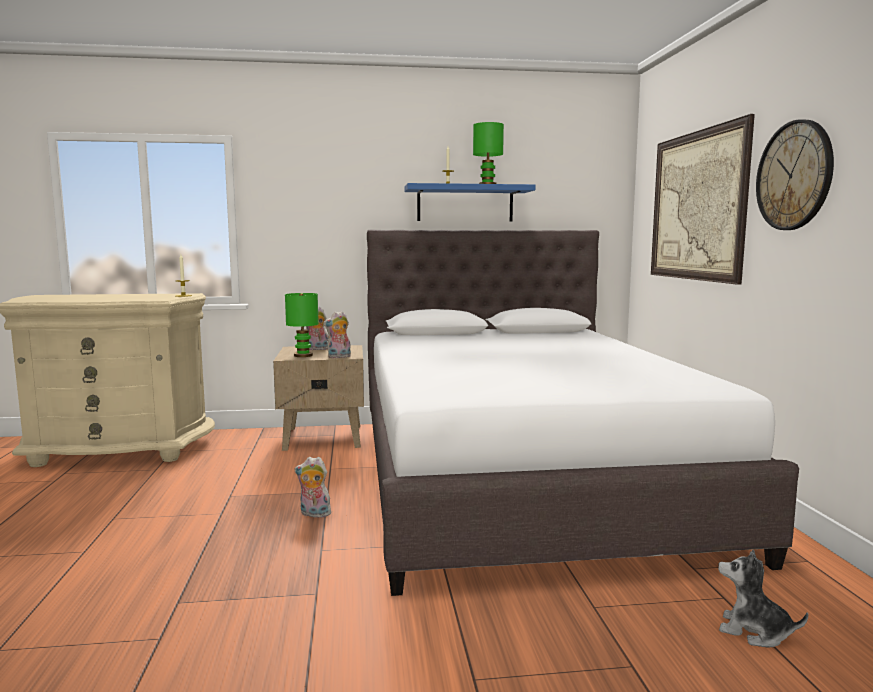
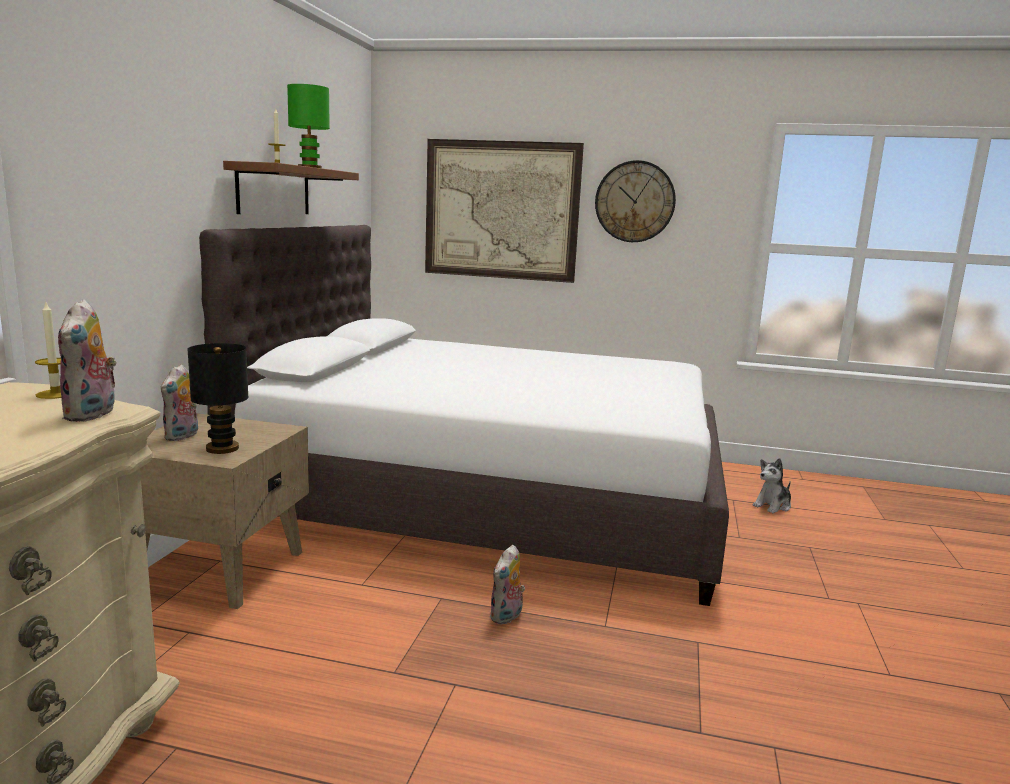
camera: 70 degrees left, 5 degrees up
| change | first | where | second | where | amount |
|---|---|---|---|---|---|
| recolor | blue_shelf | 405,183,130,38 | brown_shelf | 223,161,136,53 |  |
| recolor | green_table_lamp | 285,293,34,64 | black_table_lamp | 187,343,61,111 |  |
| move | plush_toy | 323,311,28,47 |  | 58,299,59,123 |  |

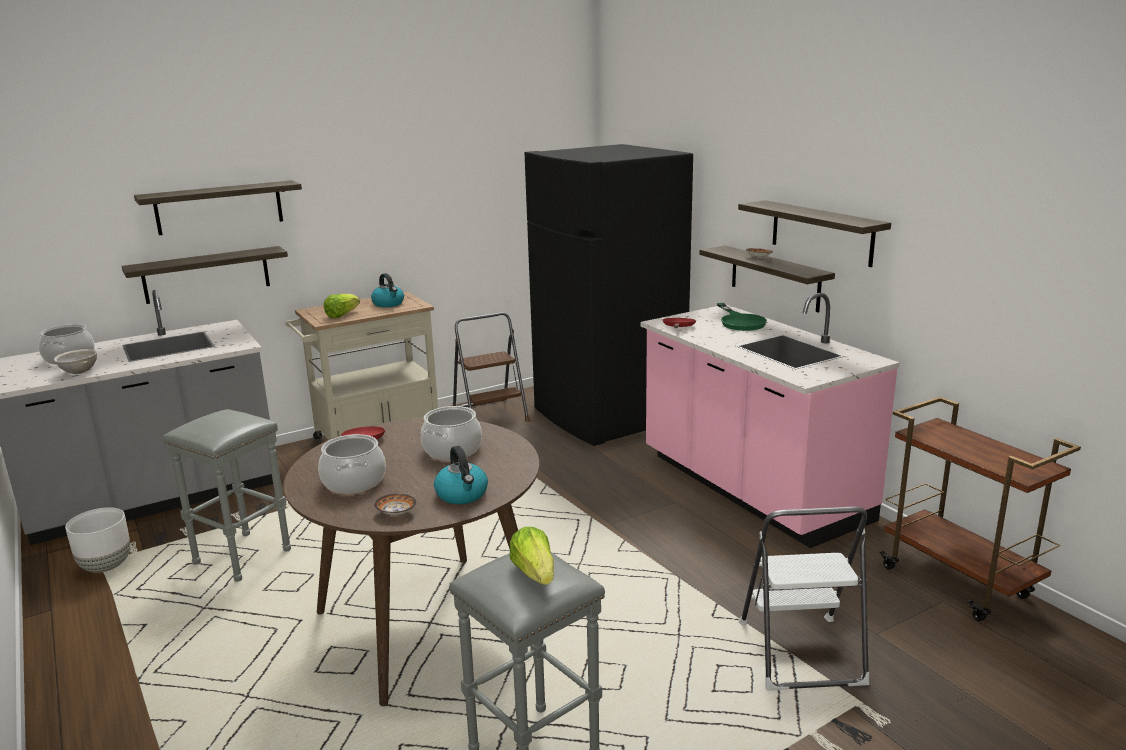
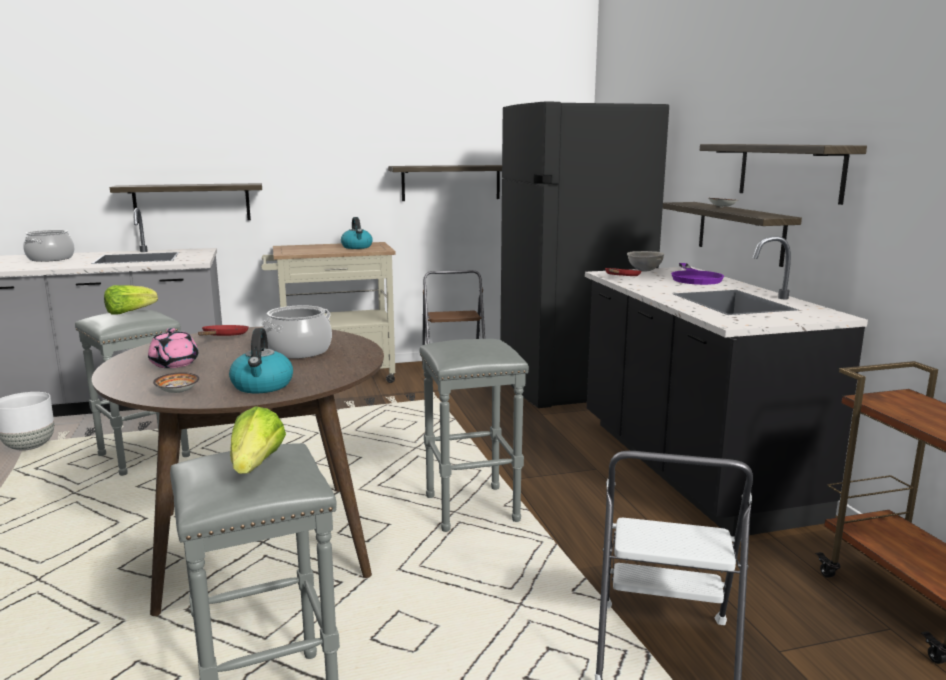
camera: 15 degrees right, 5 degrees down
| change | first | where | second | where | amount |
|---|---|---|---|---|---|
| move | shelf | 134,180,168,55 |  | 388,165,114,36 |  |
| recolor | pink_counter | 640,293,260,255 | black_counter | 585,236,283,301 |  |
| move | lettuce | 324,294,36,24 |  | 104,285,54,30 |  |
| recolor | green_frying_pan | 717,303,50,28 | purple_frying_pan | 671,263,53,22 |  |
| move | grey_bowl | 54,349,43,25 |  | 627,251,37,21 |  |
| replace | cooking_pot | 318,434,68,60 | pink_teapot | 148,328,50,40 |  |
| insert |  |  | grey_stool | 419,339,110,193 |  |

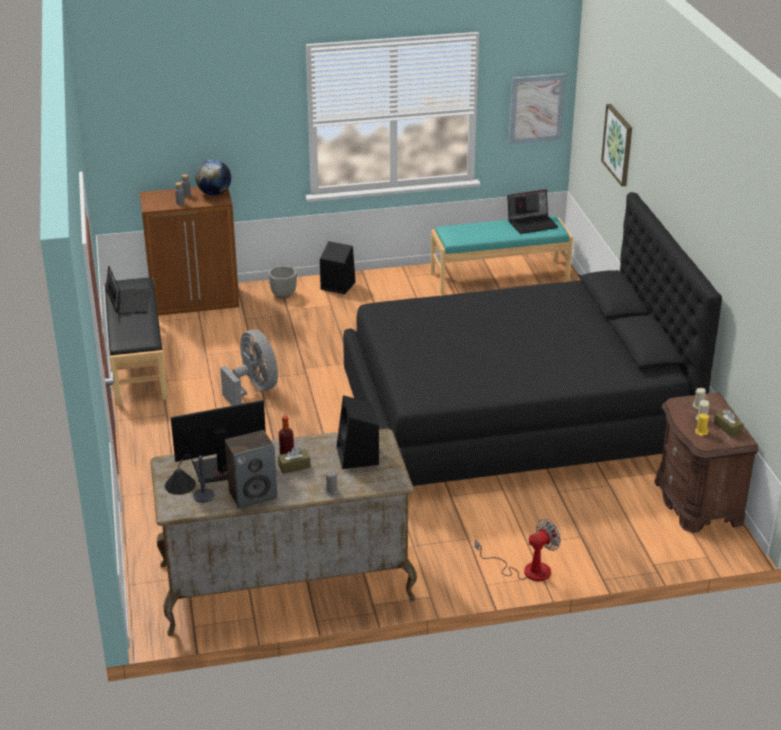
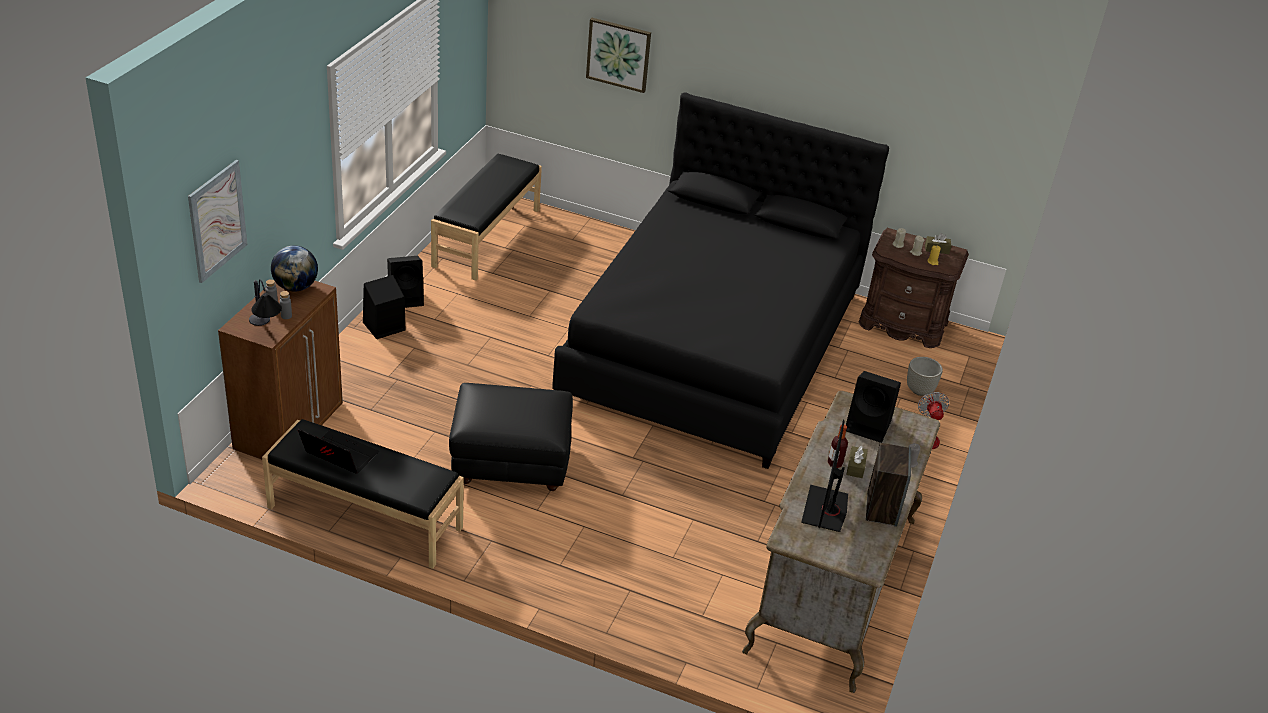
camera: 60 degrees left, 5 degrees up
| change | first | where | second | where | amount |
|---|---|---|---|---|---|
| move | picture | 509,74,57,70 |  | 188,160,60,123 |  |
| delete | laptop | 507,189,52,45 |  |  |  |
| recolor | turquoise_bench | 431,216,142,78 | black_bench | 431,154,111,127 |  |
| move | grey_planter | 268,266,29,33 |  | 907,357,36,39 |  |
| replace | grey_fan | 220,329,58,77 | black_ottoman | 449,383,124,108 |  |
| move | table_lamp | 165,454,50,49 |  | 249,279,33,47 |  |
| insert |  |  | black_speaker | 387,256,37,52 |  |

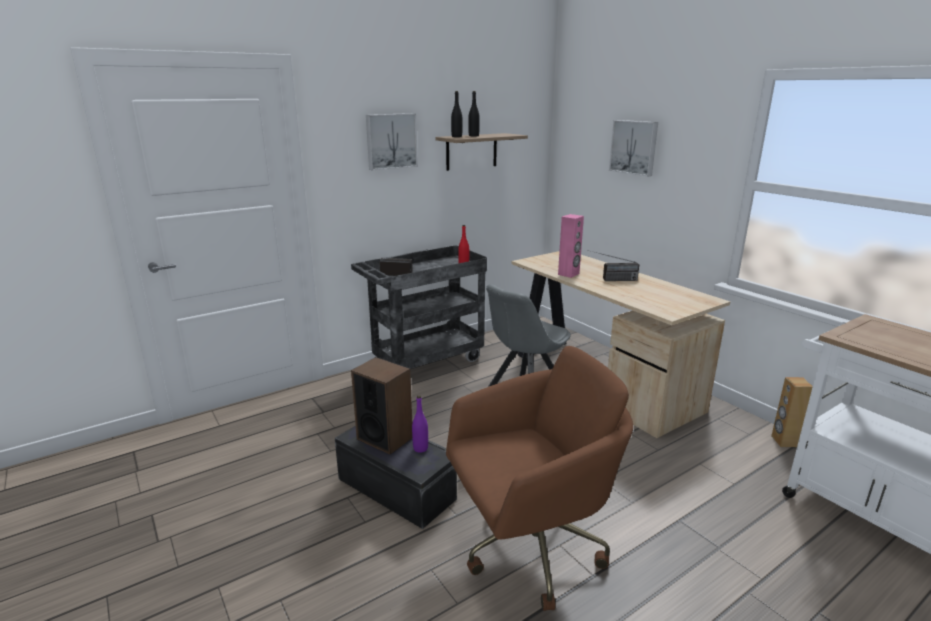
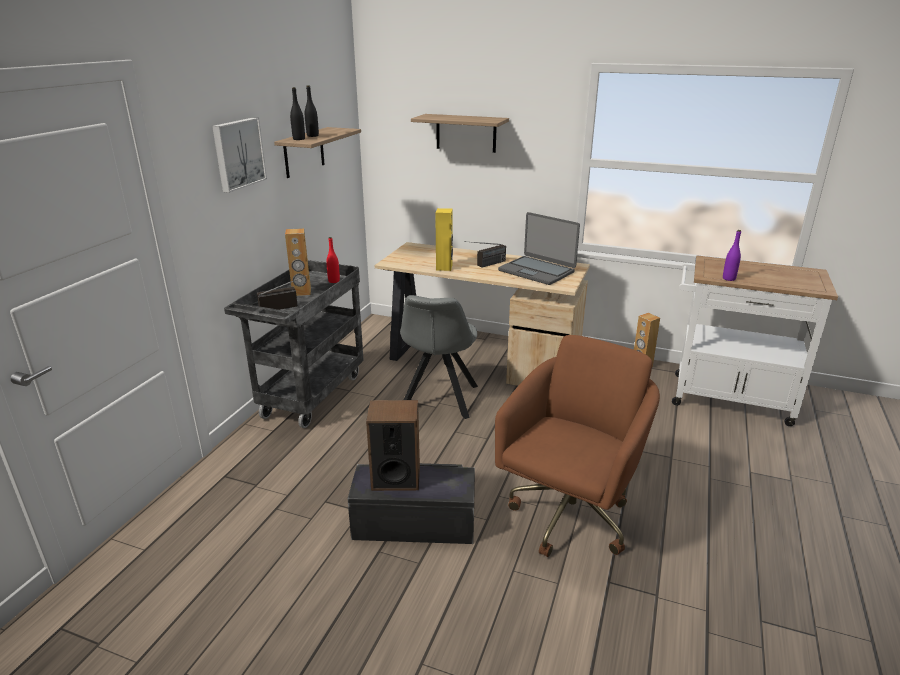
camera: 35 degrees left, 5 degrees up
| change | first | where | second | where | amount |
|---|---|---|---|---|---|
| replace | picture | 609,120,49,56 | shelf | 411,114,98,39 |  |
| recolor | pink_speaker | 558,214,26,64 | yellow_speaker | 435,208,18,63 |  |
| move | purple_bottle | 412,396,16,57 |  | 723,230,18,51 |  |
| insert |  |  | laptop | 498,212,82,73 |  |
| insert |  |  | brown_speaker | 285,228,26,68 |  |

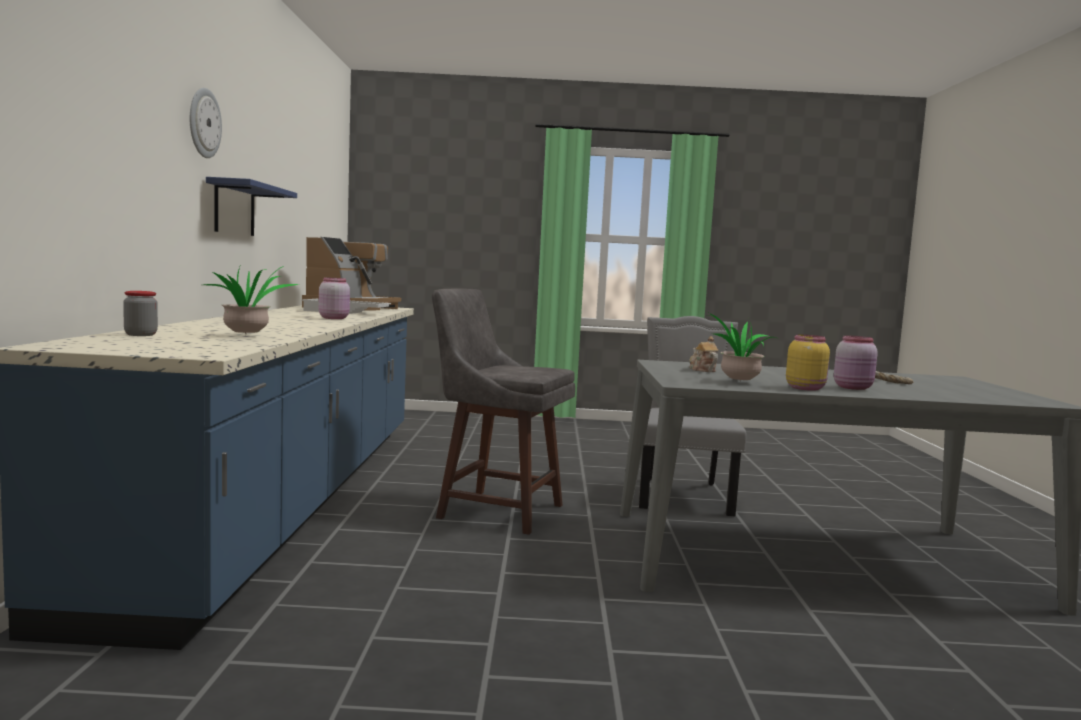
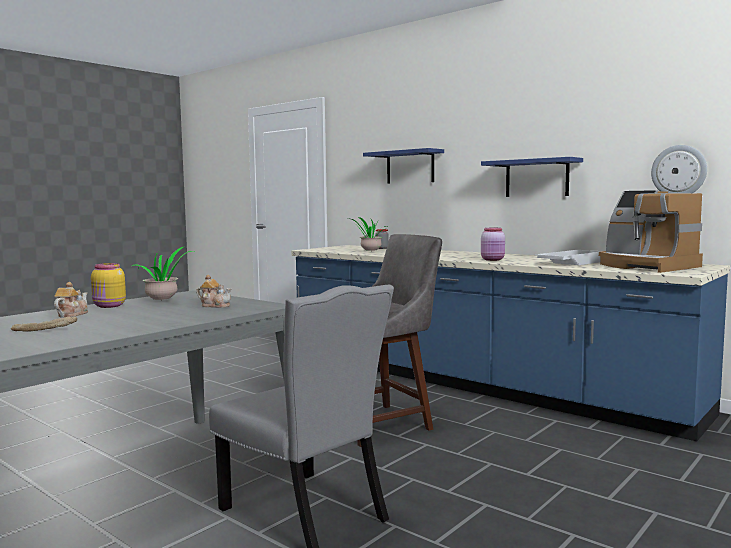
camera: 130 degrees right, 0 degrees up
| change | first | where | second | where | amount |
|---|---|---|---|---|---|
| move | wall_clock | 190,88,32,70 |  | 651,145,56,48 |  |
| replace | pink_jar | 834,335,44,55 | teapot | 54,282,34,36 |  |
| insert |  |  | blue_shelf | 363,148,81,36 |  |

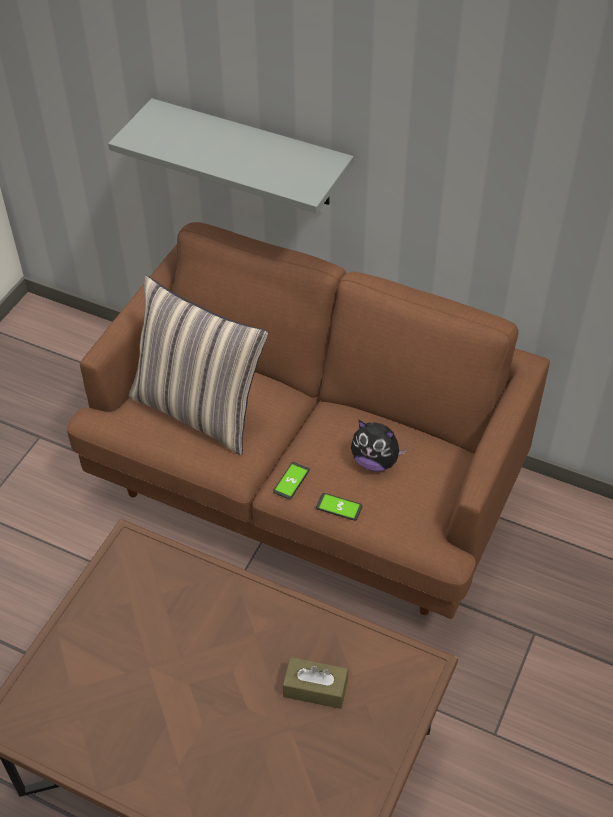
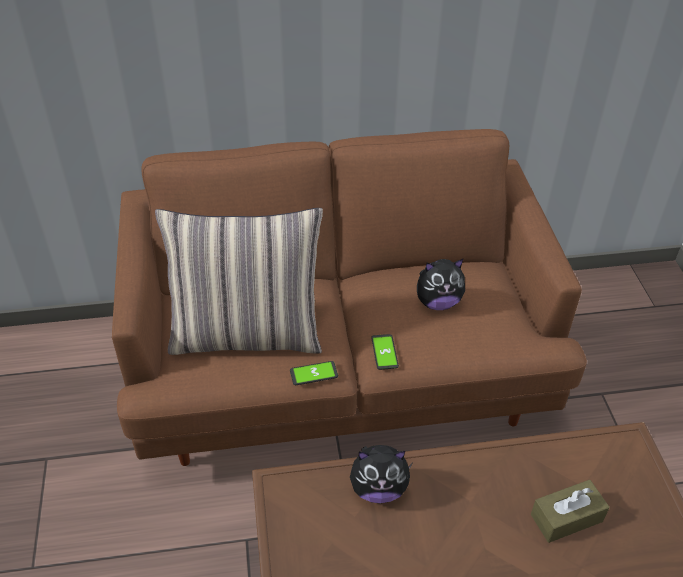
camera: 35 degrees left, 5 degrees down
| change | first | where | second | where | amount |
|---|---|---|---|---|---|
| delete | grey_shelf | 108,98,246,115 |  |  |  |
| move | phone | 316,493,47,28 |  | 290,361,48,24 |  |
| insert |  |  | plush_toy | 350,445,63,58 |  |

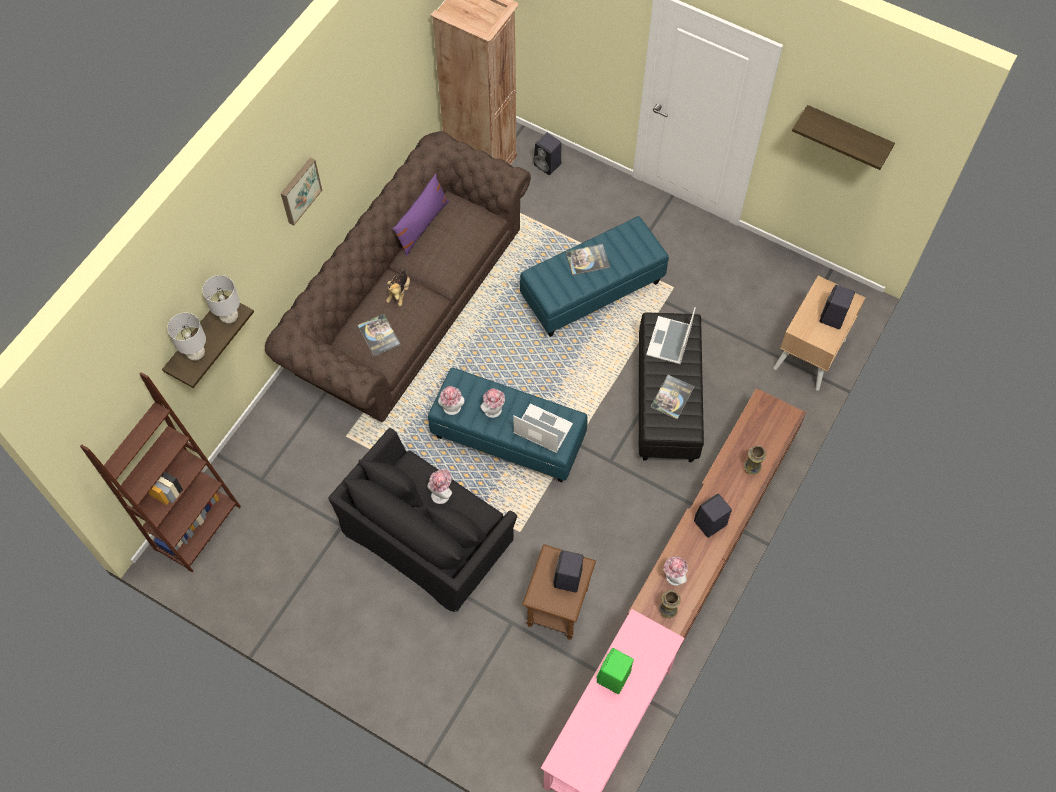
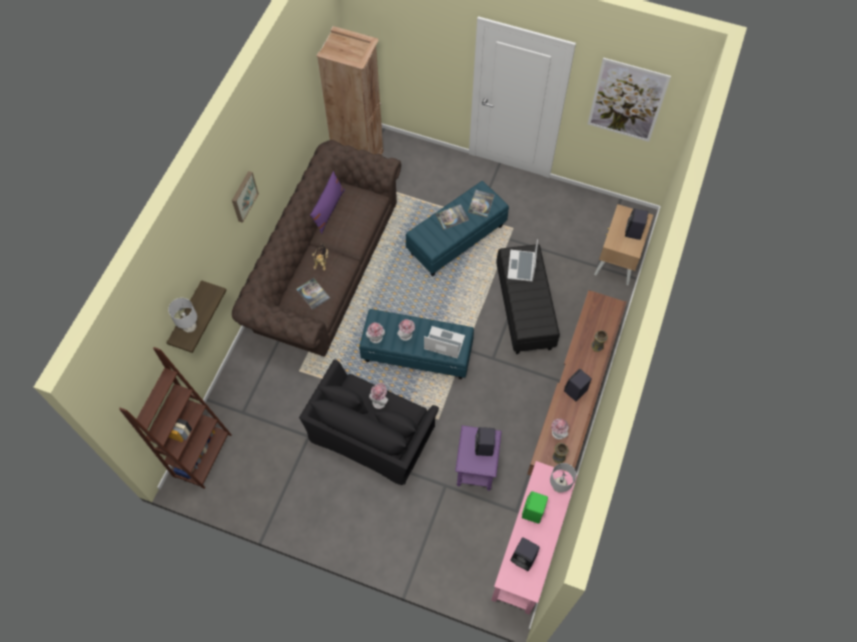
camera: 10 degrees left, 0 degrees up
| change | first | where | second | where | amount |
|---|---|---|---|---|---|
| replace | shelf | 792,105,103,65 | picture | 588,58,83,84 |  |
| move | black_speaker | 533,133,28,42 |  | 510,537,30,34 |  |
| move | grey_table_lamp | 202,275,38,49 |  | 550,463,26,30 |  |
| move | book | 650,375,44,44 |  | 468,190,27,27 |  |
| recolor | brown_side_table | 522,544,74,96 | purple_side_table | 455,425,47,66 |  |

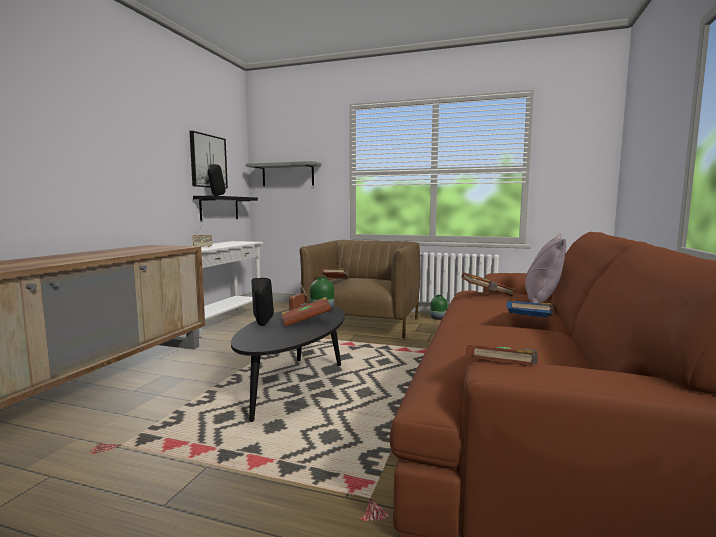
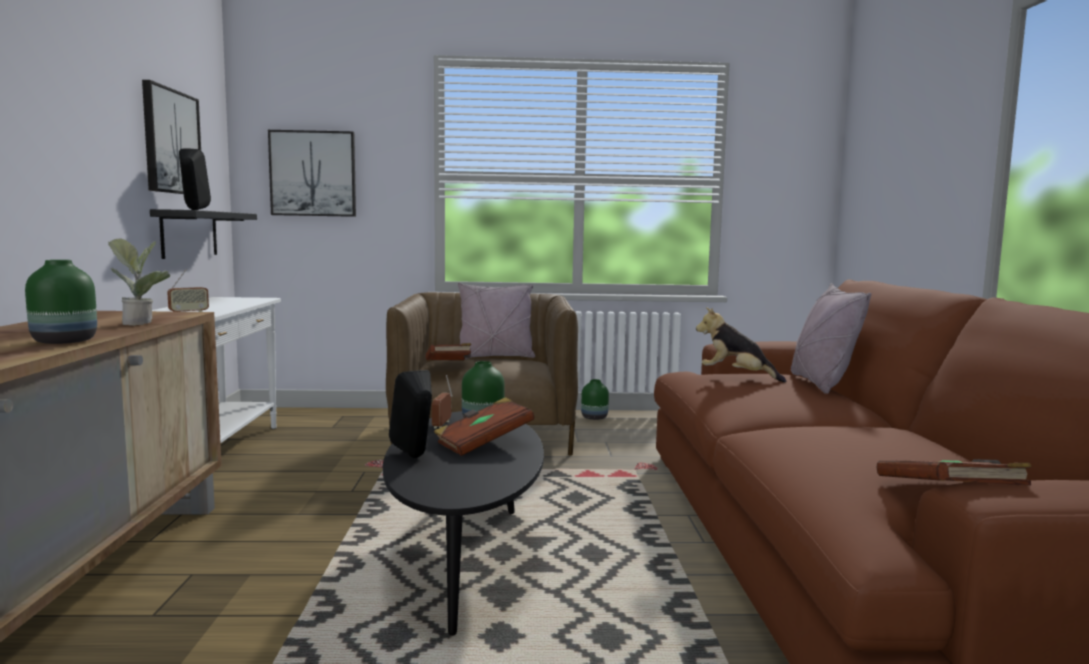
camera: 20 degrees left, 0 degrees up
| change | first | where | second | where | amount |
|---|---|---|---|---|---|
| replace | grey_shelf | 246,161,75,25 | picture | 268,130,88,87 |  |
| replace | brown_book | 461,272,54,24 | plush_toy | 696,307,90,76 |  |
| delete | blue_book | 507,301,47,17 |  |  |  |
| insert |  |  | potted_plant | 108,238,62,88 |  |
| insert |  |  | green_vase | 25,260,72,84 |  |
| insert |  |  | purple_pillow | 458,283,77,76 |  |

